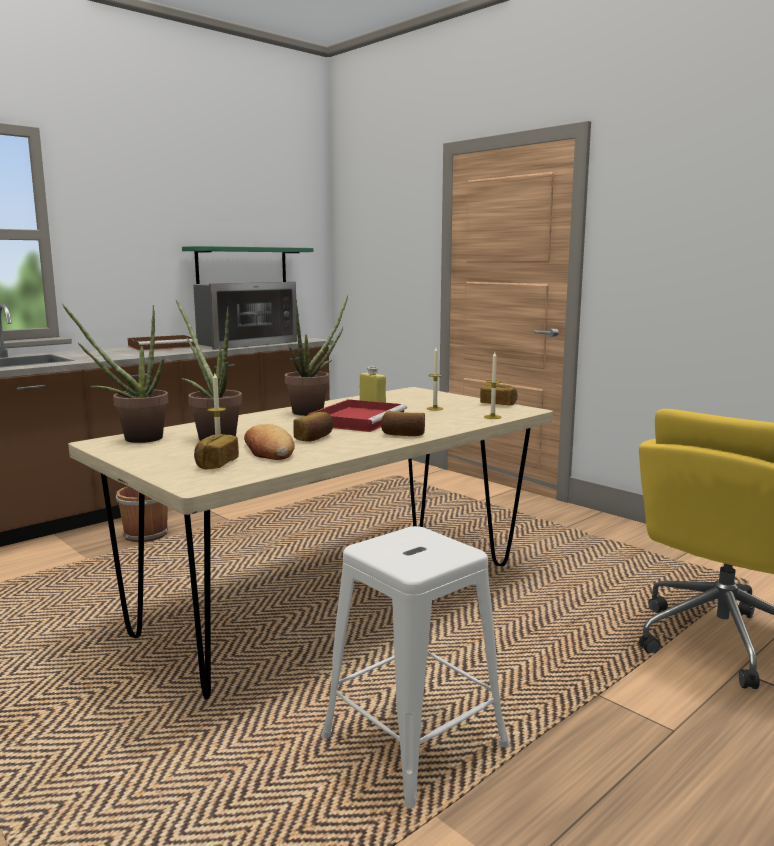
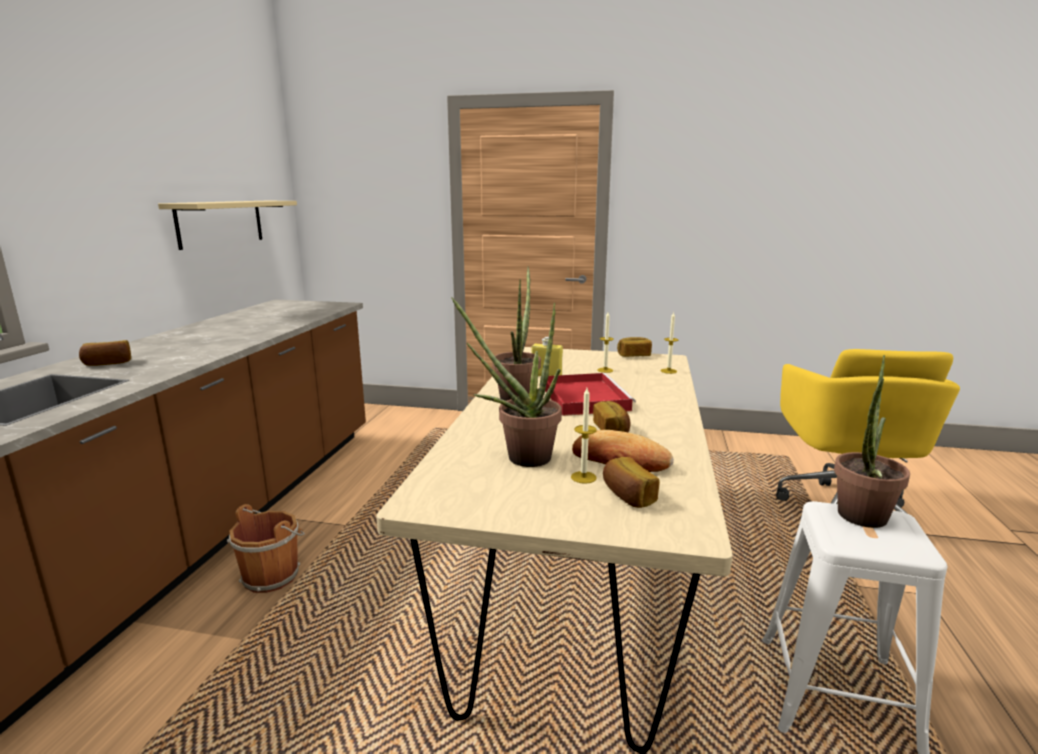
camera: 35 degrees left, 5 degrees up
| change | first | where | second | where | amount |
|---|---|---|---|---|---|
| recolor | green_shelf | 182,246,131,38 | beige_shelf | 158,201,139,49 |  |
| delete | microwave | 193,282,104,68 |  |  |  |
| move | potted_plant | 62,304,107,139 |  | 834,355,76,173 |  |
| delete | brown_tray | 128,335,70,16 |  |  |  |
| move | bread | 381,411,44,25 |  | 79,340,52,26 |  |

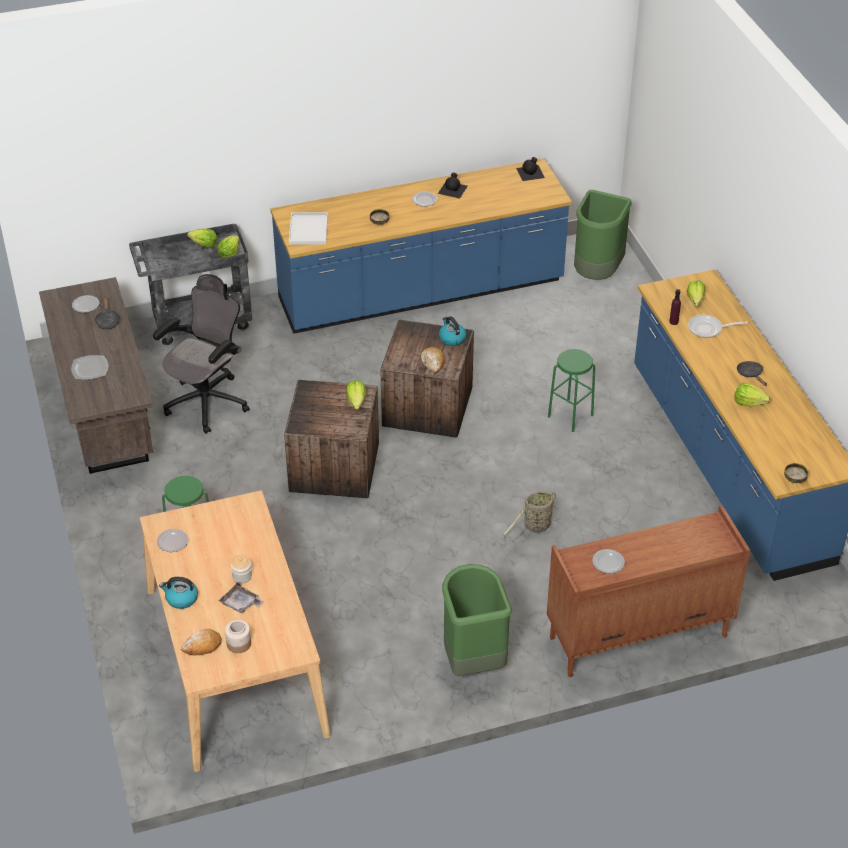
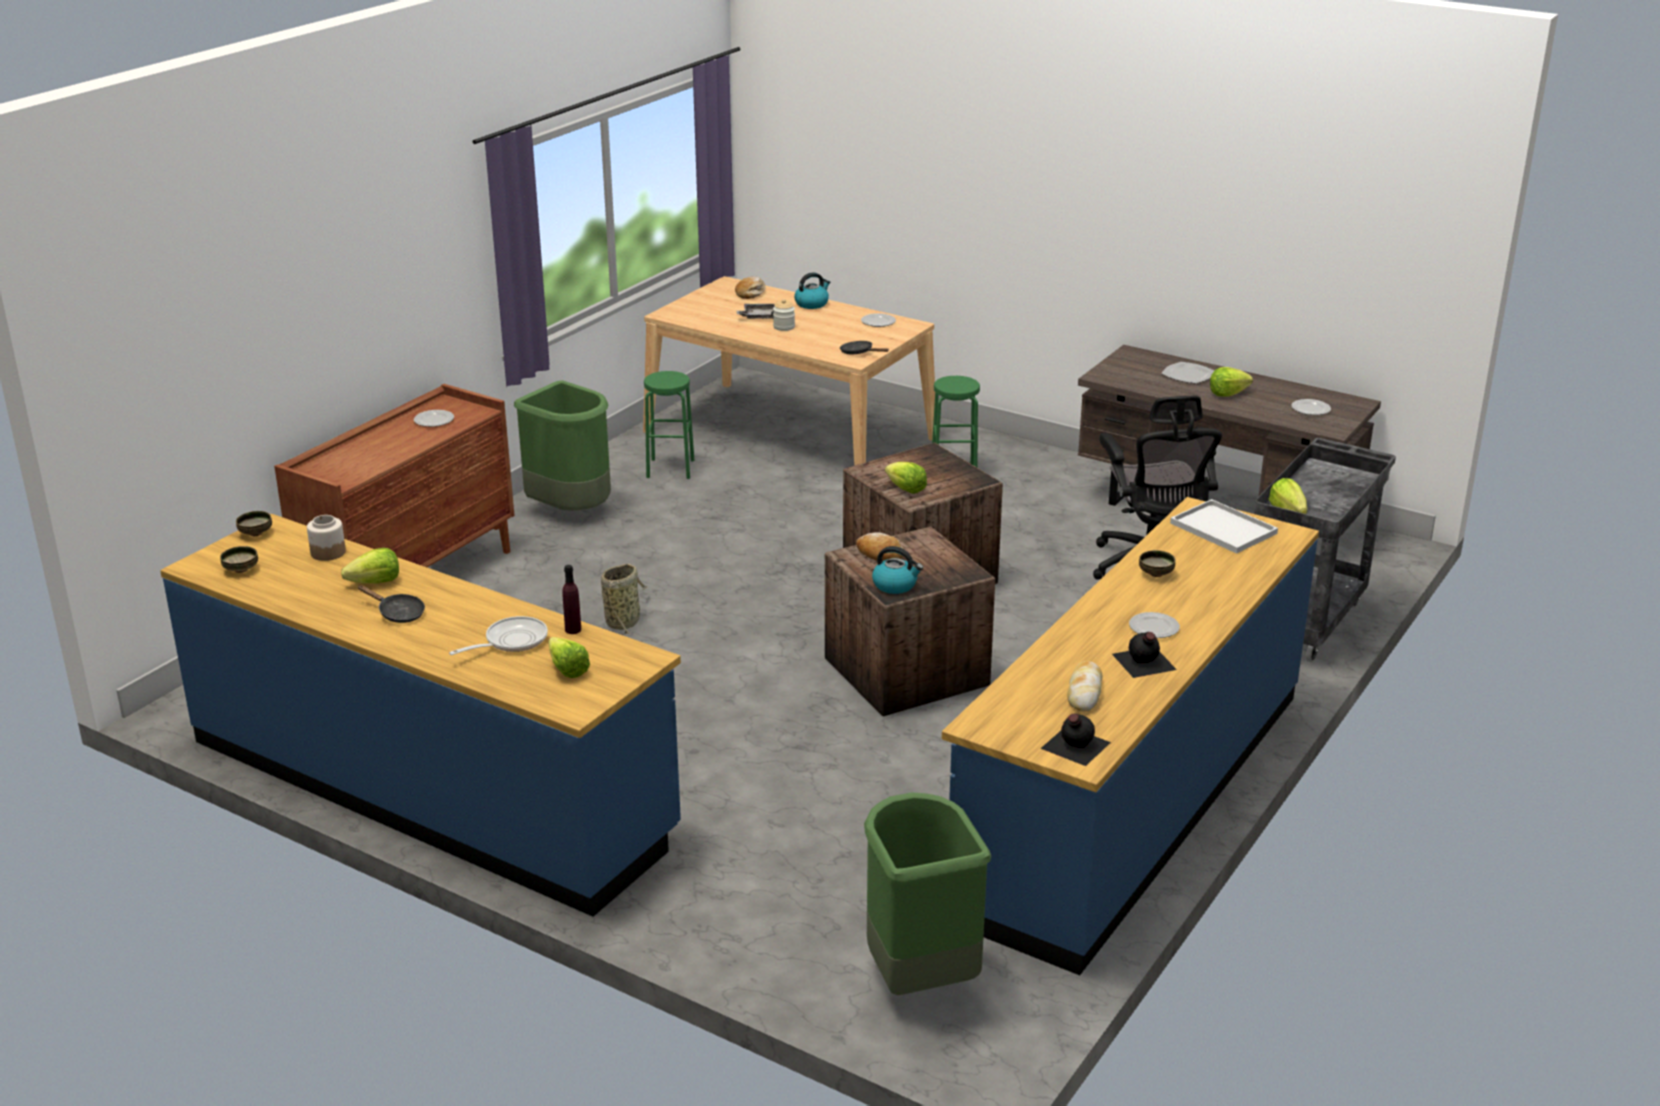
camera: 140 degrees right, 15 degrees down
| change | first | where | second | where | amount |
|---|---|---|---|---|---|
| move | lettuce | 187,228,31,20 |  | 1210,367,43,30 |  |
| move | black_frying_pan | 94,296,27,33 |  | 840,341,49,13 |  |
| move | green_stool | 548,349,47,83 |  | 644,371,51,108 |  |
| move | jar | 225,620,26,33 |  | 307,515,39,46 |  |
| insert |  |  | bowl | 220,546,38,27 |  |
| insert |  |  | bread | 1067,661,36,50 |  |

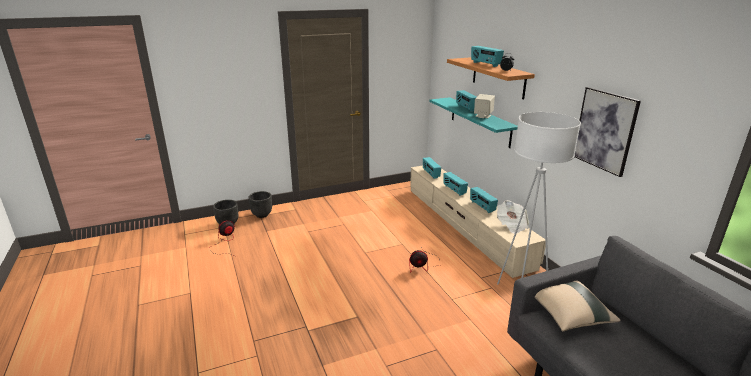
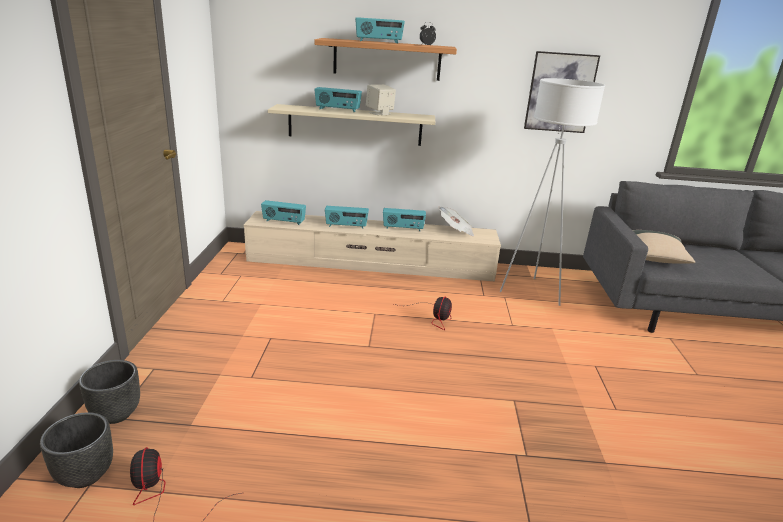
camera: 65 degrees left, 0 degrees up
| change | first | where | second | where | amount |
|---|---|---|---|---|---|
| recolor | turquoise_shelf | 429,97,89,51 | beige_shelf | 268,104,167,42 |  |

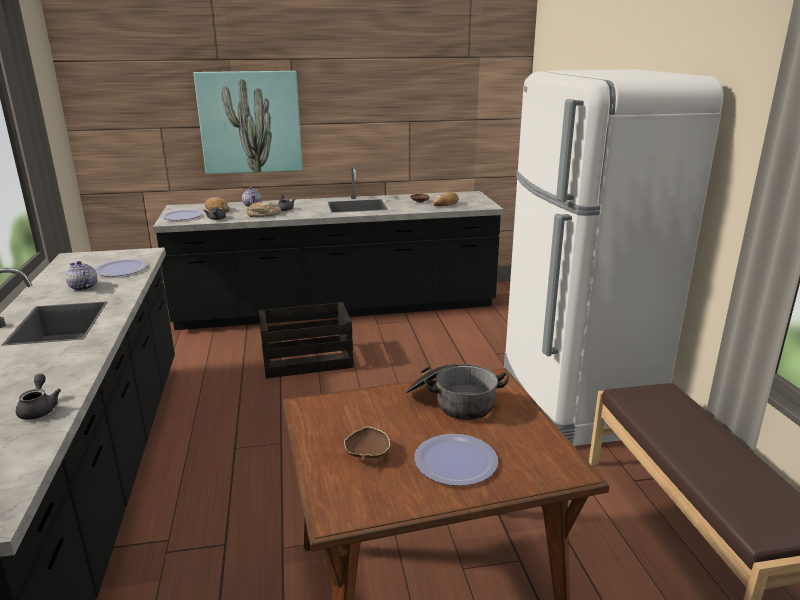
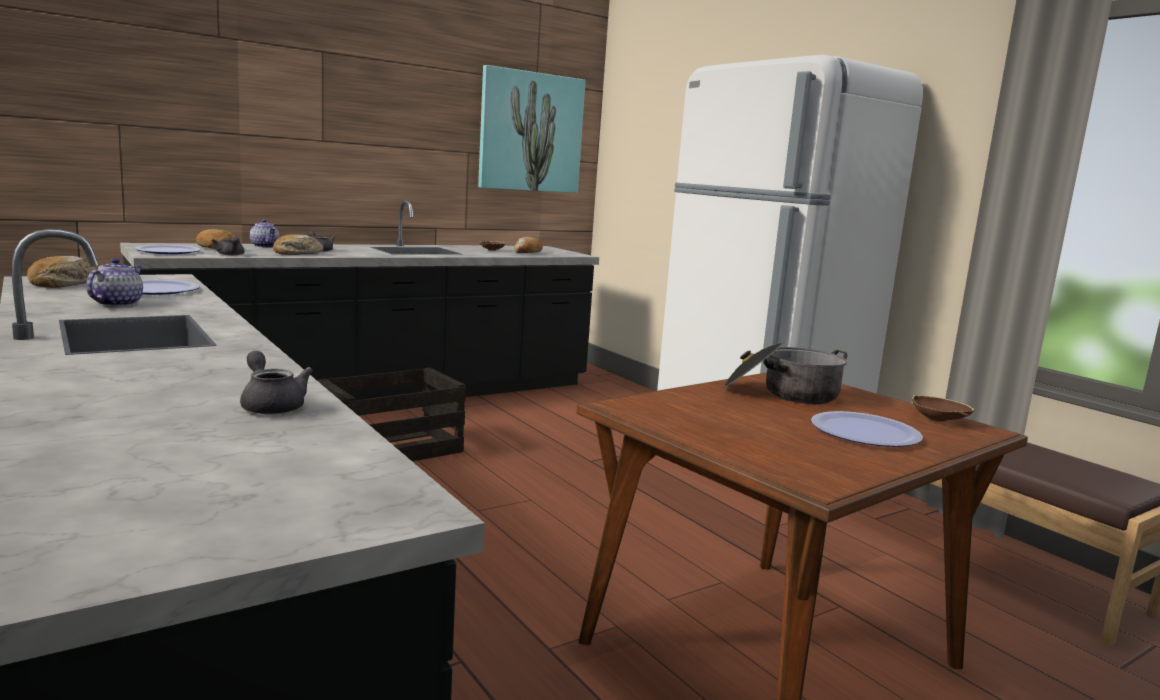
camera: 25 degrees left, 10 degrees down
| change | first | where | second | where | amount |
|---|---|---|---|---|---|
| move | picture | 193,71,110,103 |  | 478,65,108,128 |  |
| rotate | teapot | 65,261,32,30 |  | 86,258,57,49 | 75 degrees clockwise |
| move | brown_bowl | 344,426,46,35 |  | 912,395,62,27 |  |
| insert |  |  | bread | 27,256,70,32 |  |

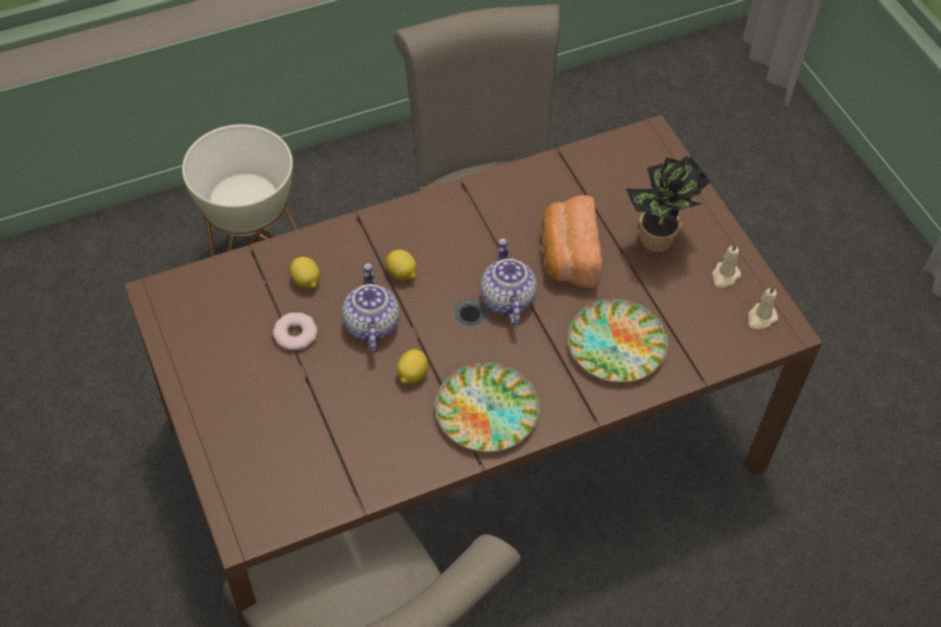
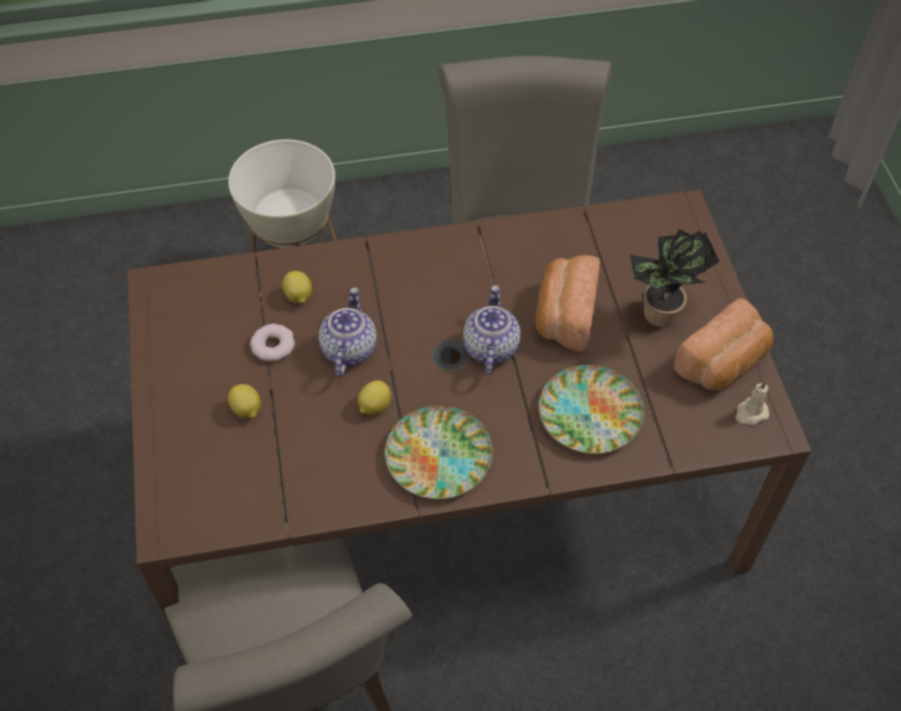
camera: 15 degrees right, 0 degrees up
| change | first | where | second | where | amount |
|---|---|---|---|---|---|
| replace | beige_candle | 712,243,29,45 | bread | 674,298,99,92 |  |
| move | lemon | 385,250,32,31 |  | 228,384,33,34 |  |

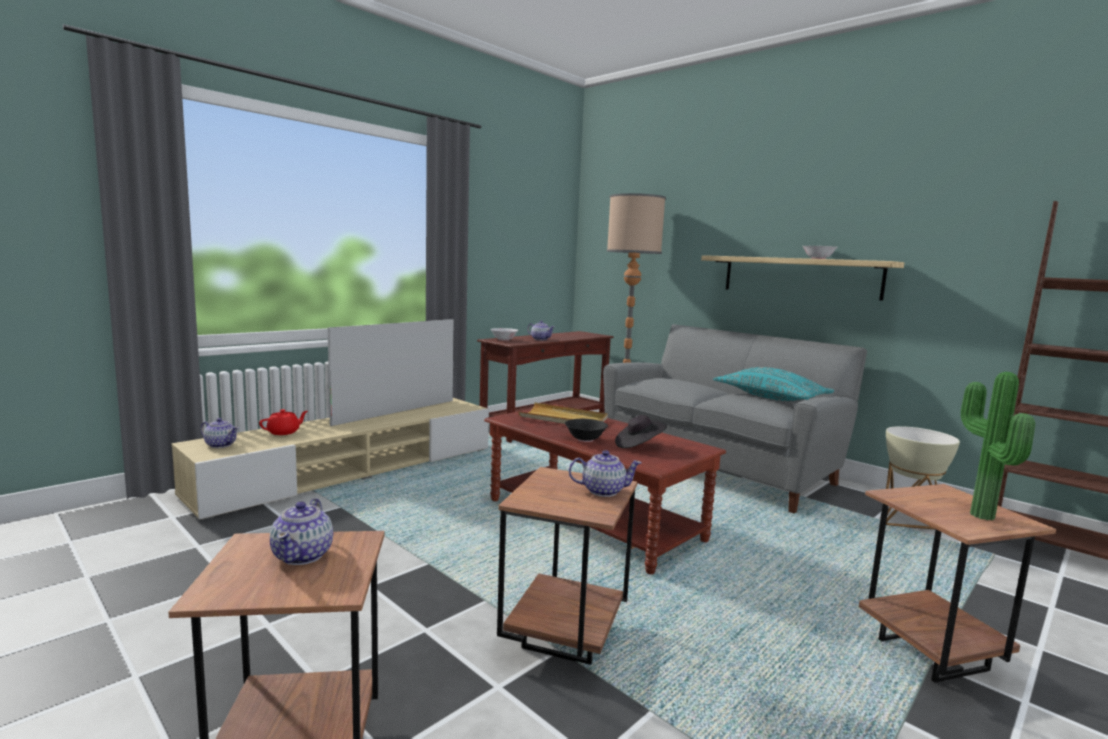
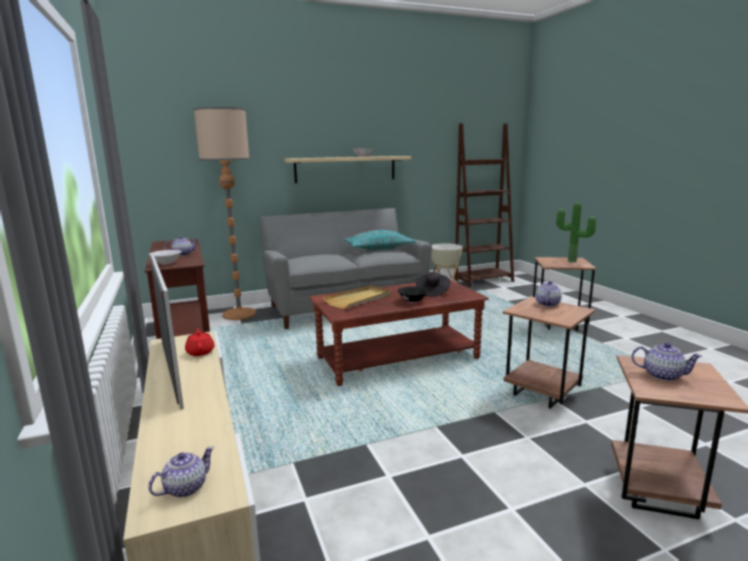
camera: 65 degrees left, 5 degrees up
| change | first | where | second | where | amount |
|---|---|---|---|---|---|
| move | red_teapot | 259,409,49,26 |  | 185,328,30,28 |  |

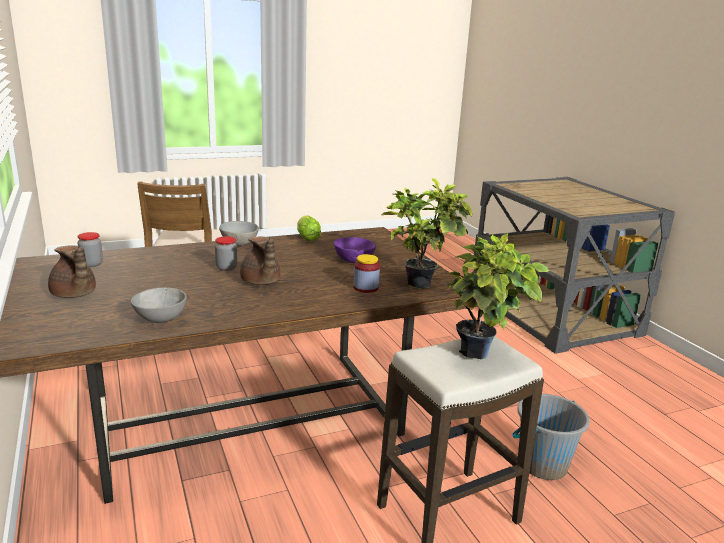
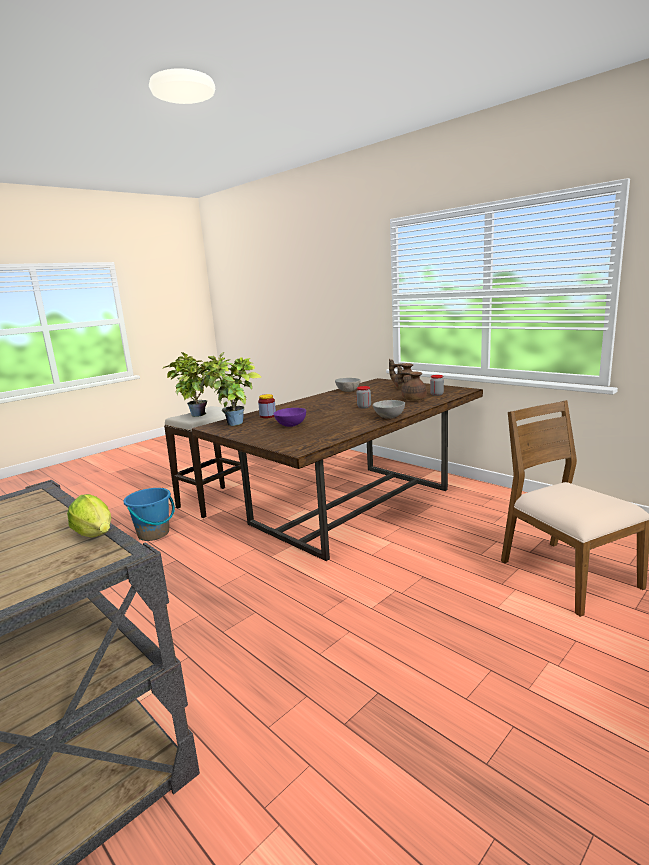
camera: 160 degrees right, 5 degrees down
| change | first | where | second | where | amount |
|---|---|---|---|---|---|
| move | lettuce | 297,215,24,26 |  | 67,494,44,44 |  |
| move | brown_teapot | 240,237,40,48 |  | 397,366,30,35 |  |
| recolor | grey_bucket | 512,394,78,86 | blue_bucket | 123,488,52,53 |  |

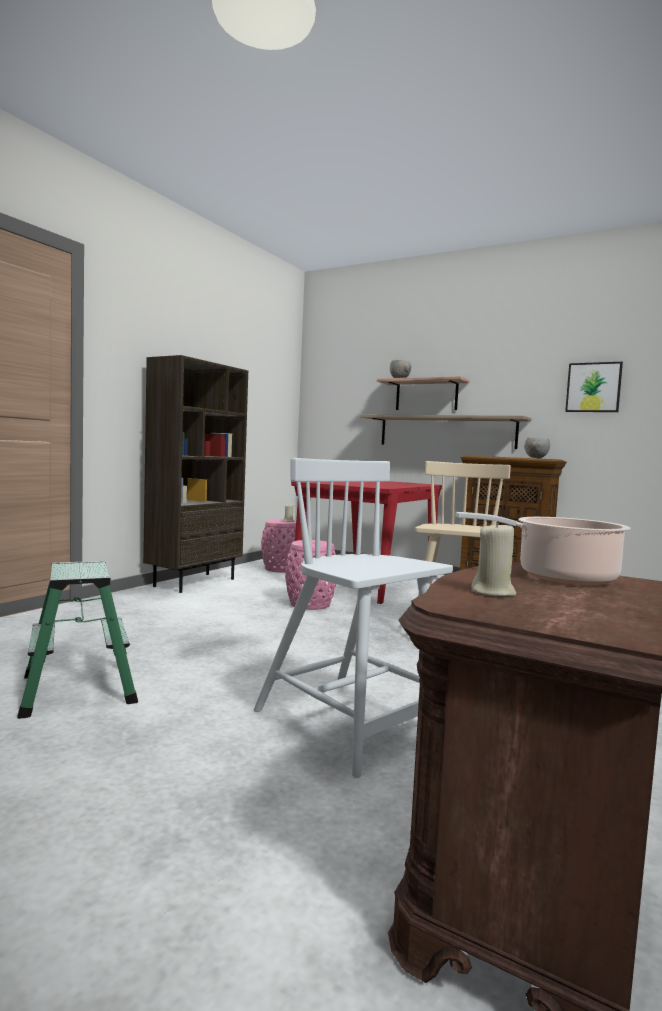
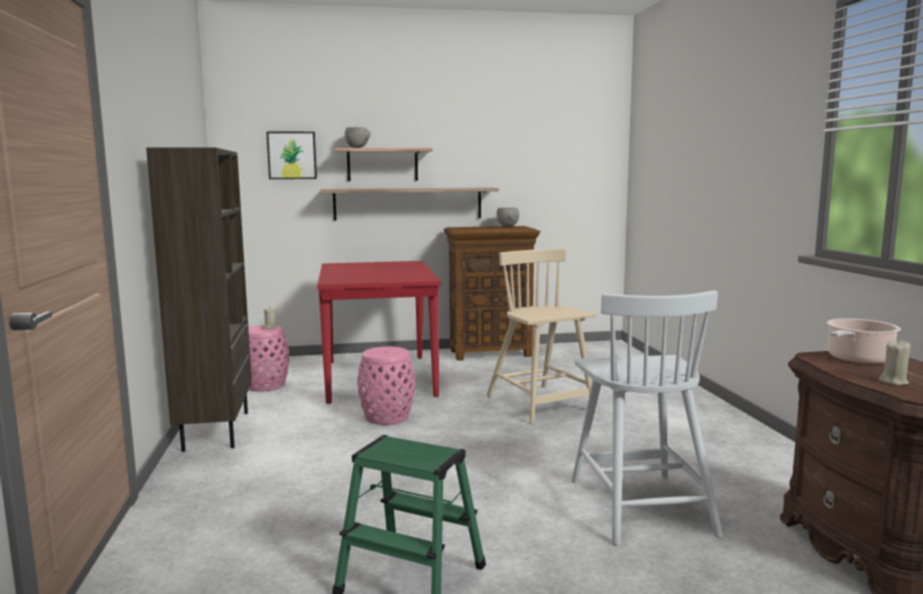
camera: 40 degrees left, 5 degrees up
| change | first | where | second | where | amount |
|---|---|---|---|---|---|
| move | picture | 565,362,58,50 |  | 266,131,51,48 |  |
| rotate | white_chair | 254,458,199,320 |  | 572,290,151,256 | 105 degrees counterclockwise |

